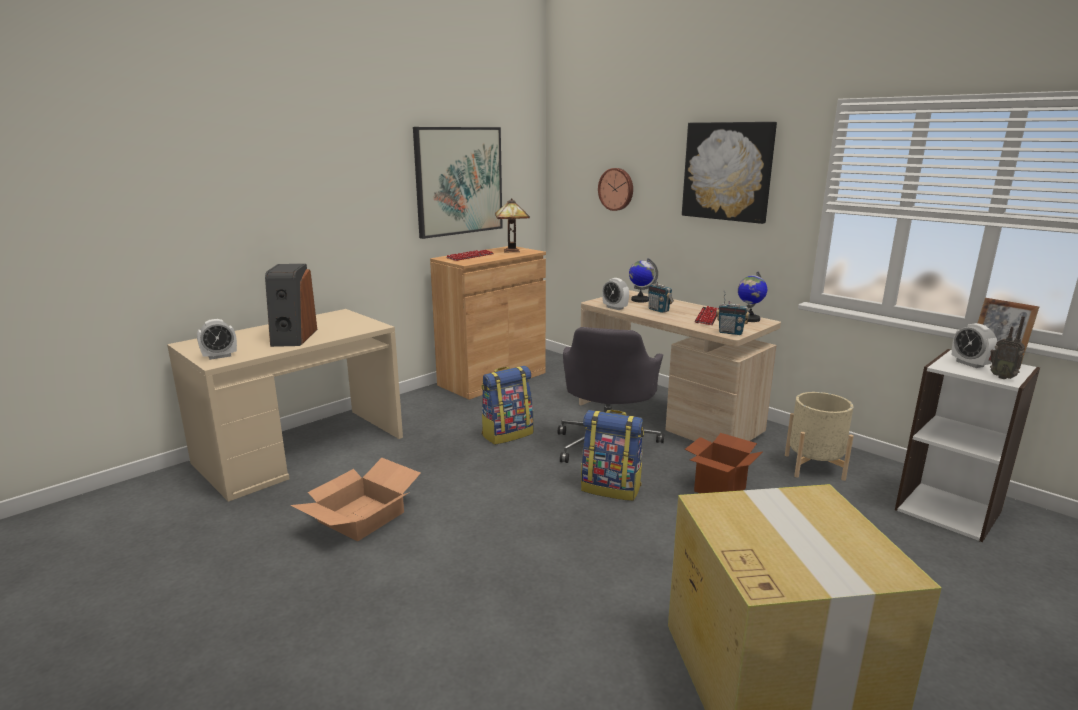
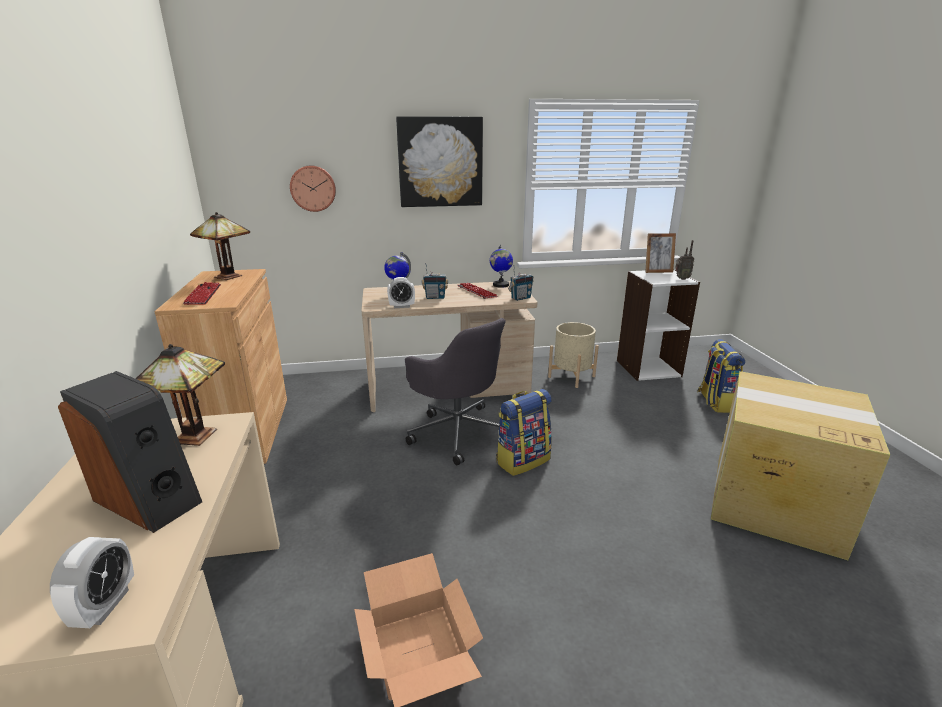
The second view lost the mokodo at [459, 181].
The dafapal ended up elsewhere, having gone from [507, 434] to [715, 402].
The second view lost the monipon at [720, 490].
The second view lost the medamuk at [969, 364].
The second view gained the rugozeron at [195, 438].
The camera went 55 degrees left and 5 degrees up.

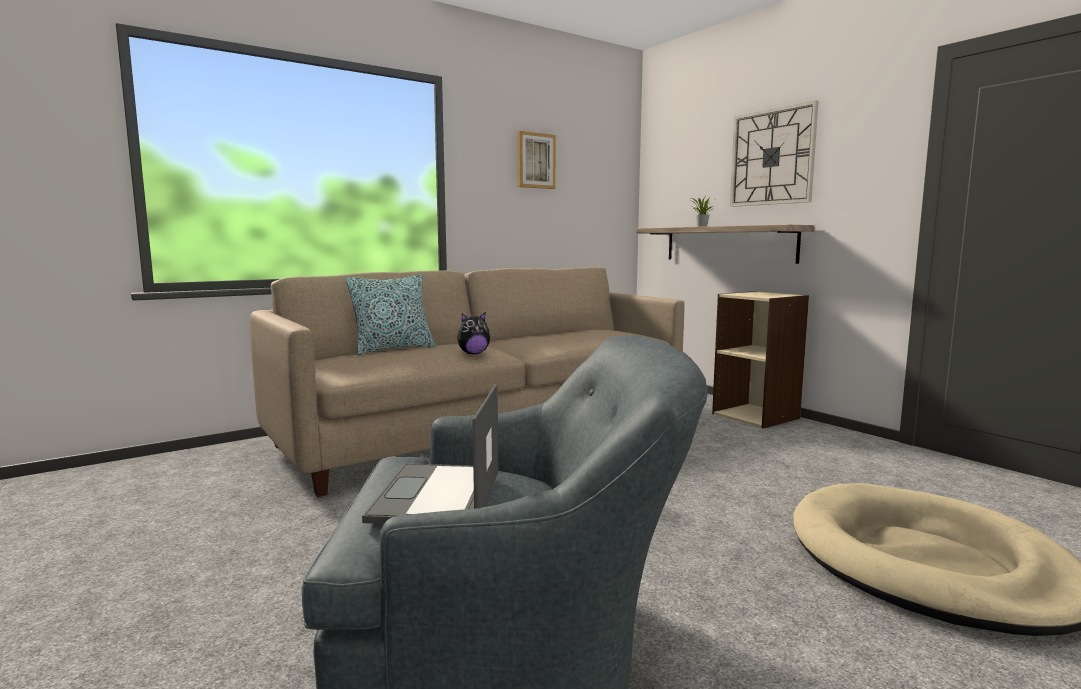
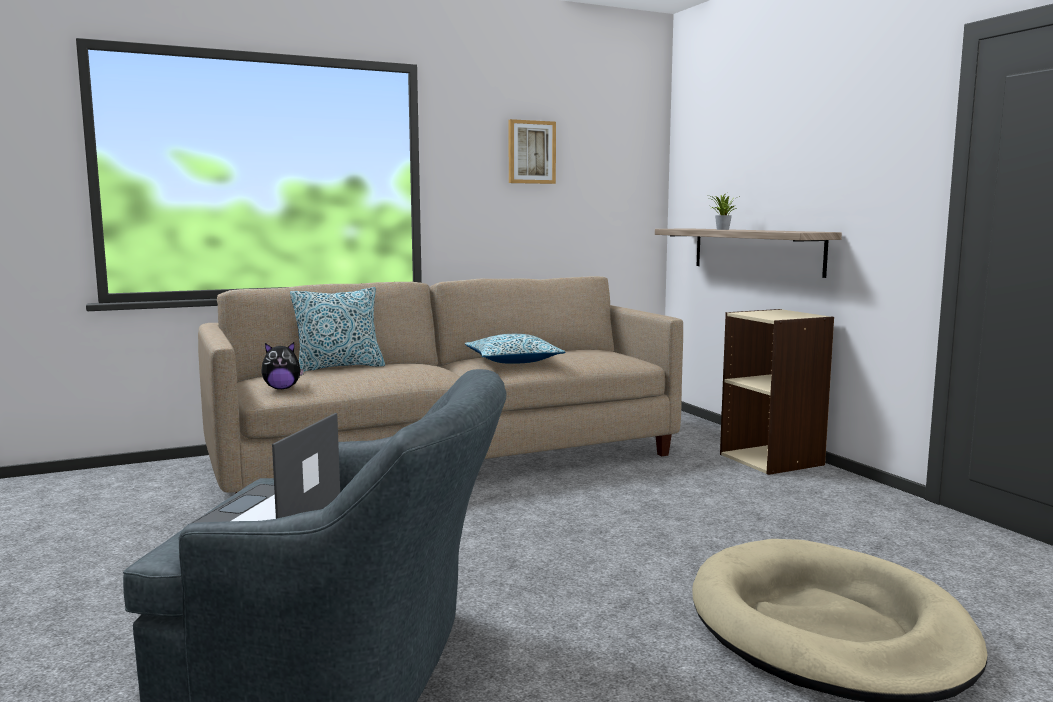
The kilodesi ended up elsewhere, having gone from [473, 353] to [282, 388].
The second view lost the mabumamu at [772, 157].
The second view gained the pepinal at [513, 361].
The camera went 10 degrees right and 0 degrees up.

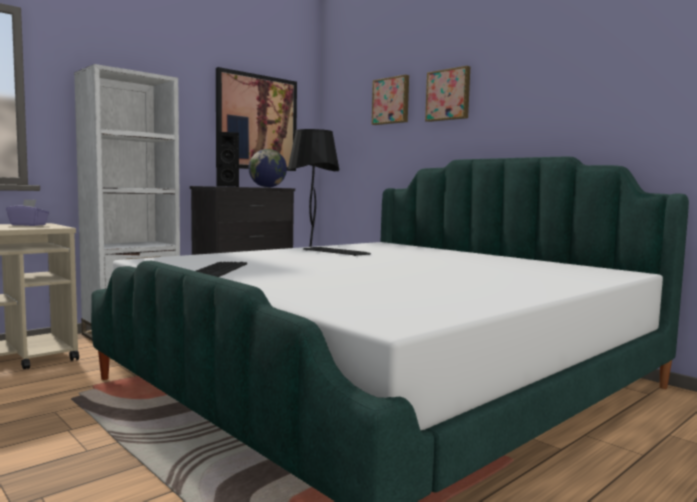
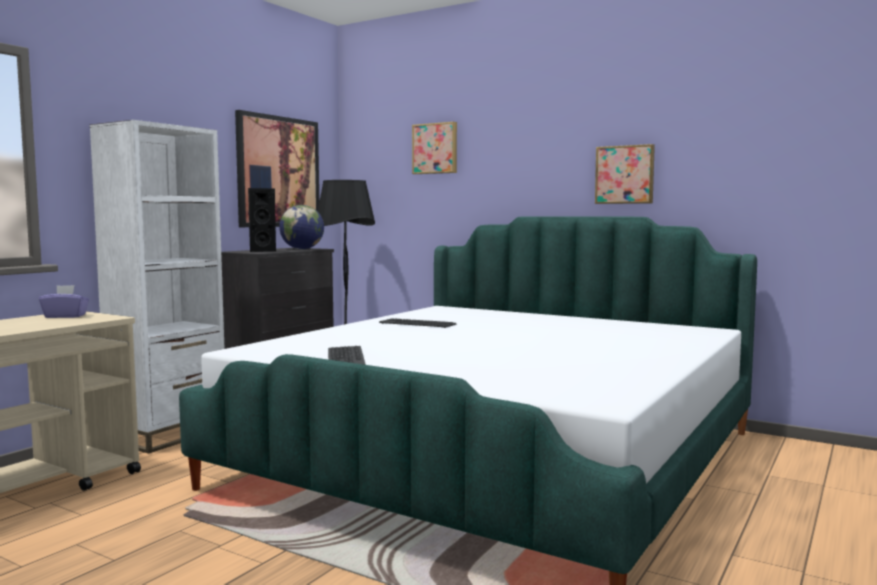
The mokodo ended up elsewhere, having gone from [448, 95] to [625, 175].
The camera went 15 degrees left and 0 degrees up.

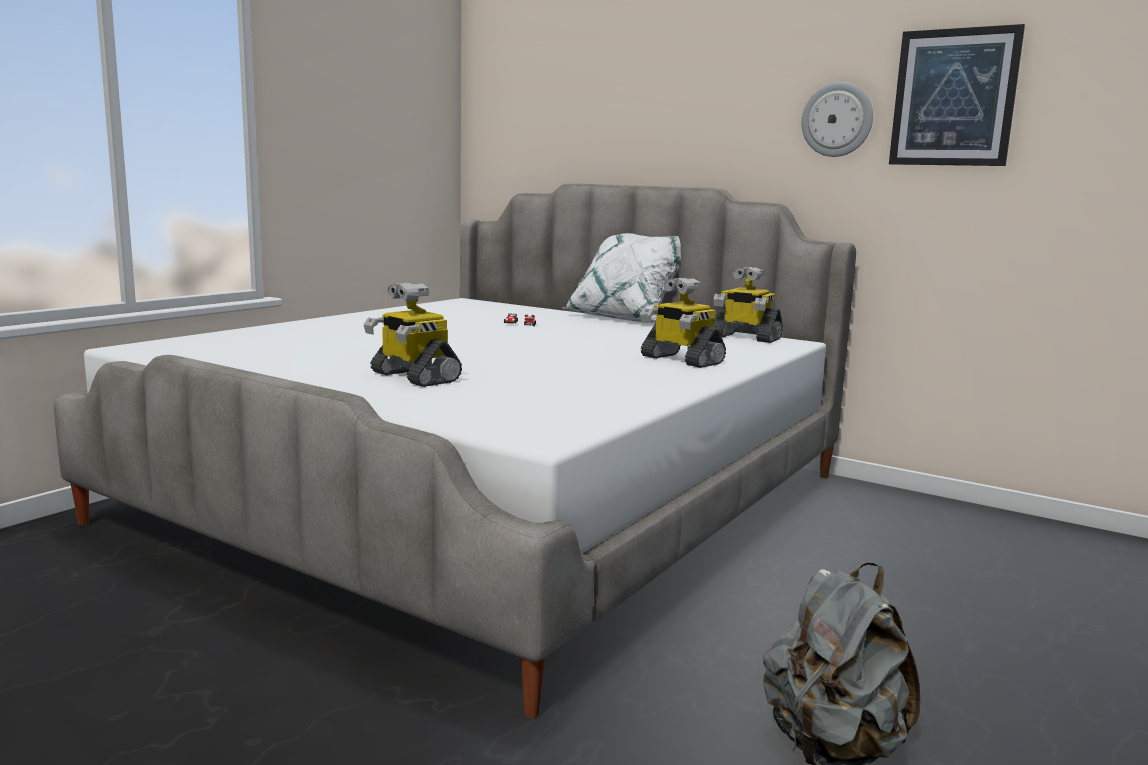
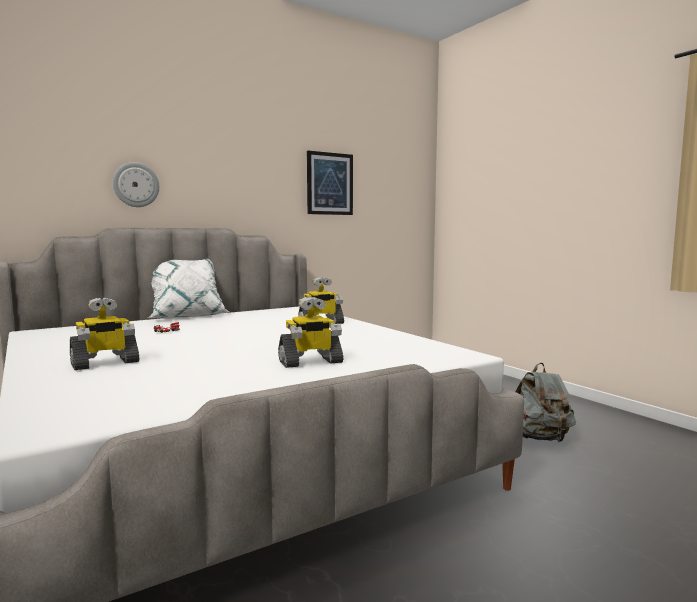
The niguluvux ended up elsewhere, having gone from [744, 337] to [105, 363].
The mabumamu ended up elsewhere, having gone from [837, 120] to [136, 185].
The camera went 65 degrees left and 5 degrees down.

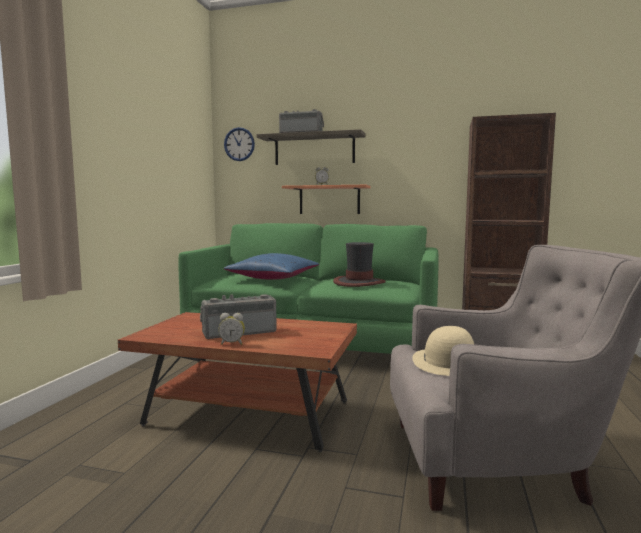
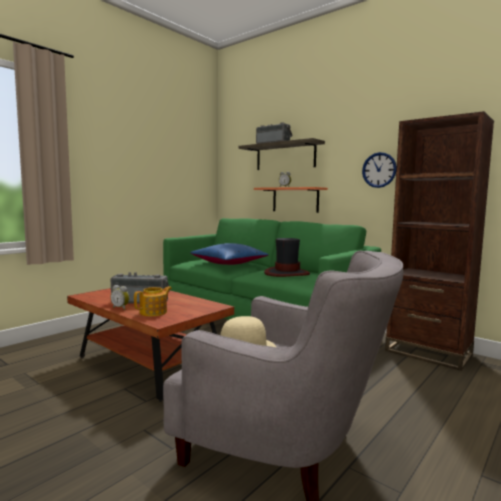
The mabumamu ended up elsewhere, having gone from [239, 144] to [379, 170].
The second view gained the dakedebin at [154, 312].
The camera went 25 degrees right and 0 degrees up.

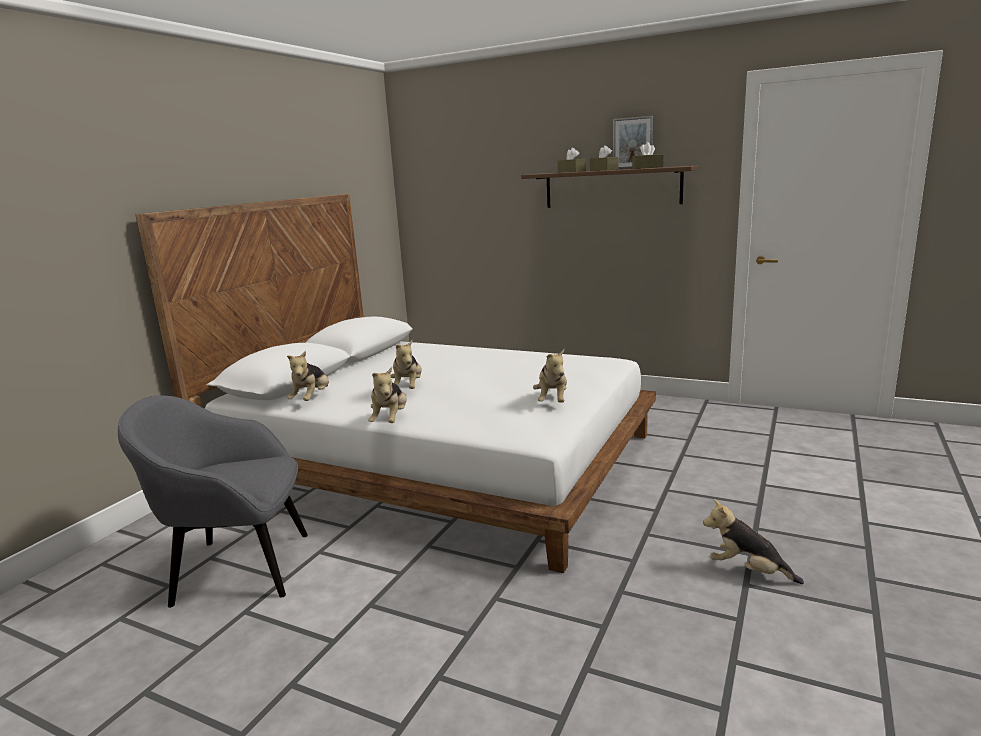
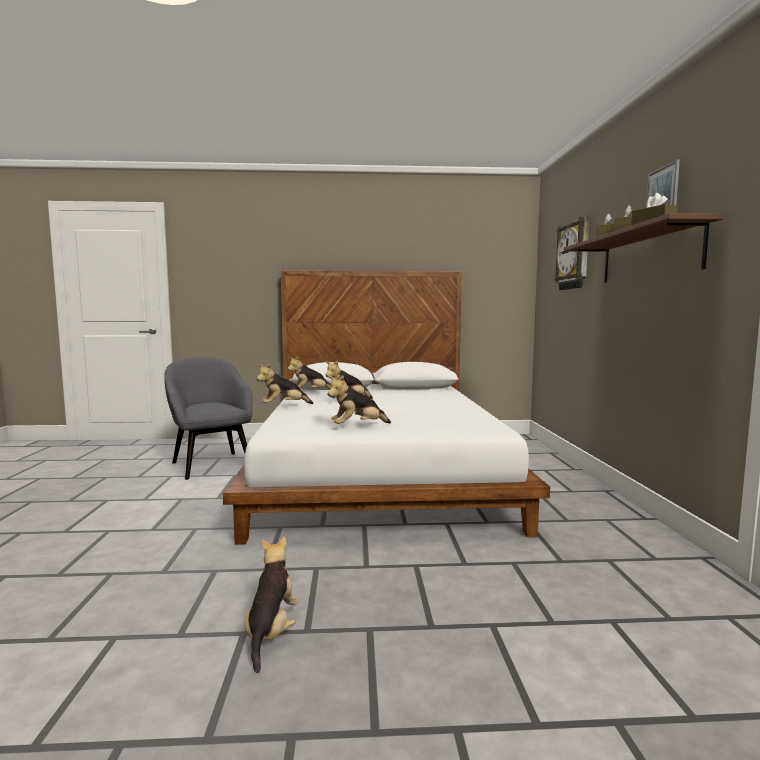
The second view gained the mabumamu at [574, 255].
The camera went 60 degrees right and 10 degrees down.

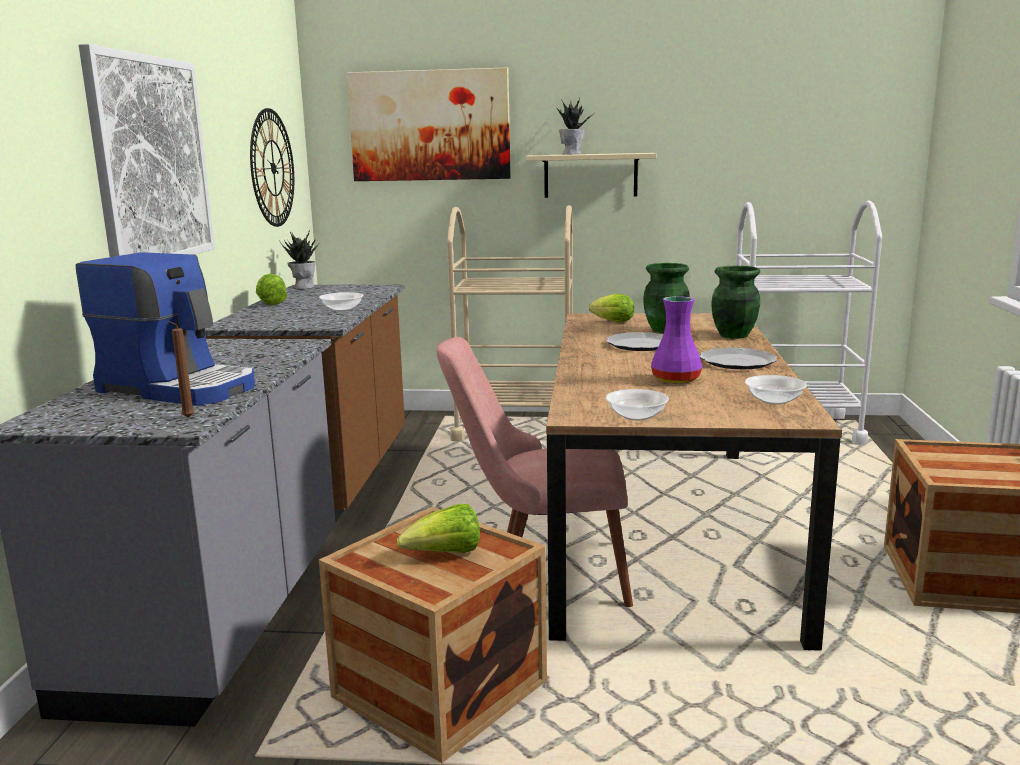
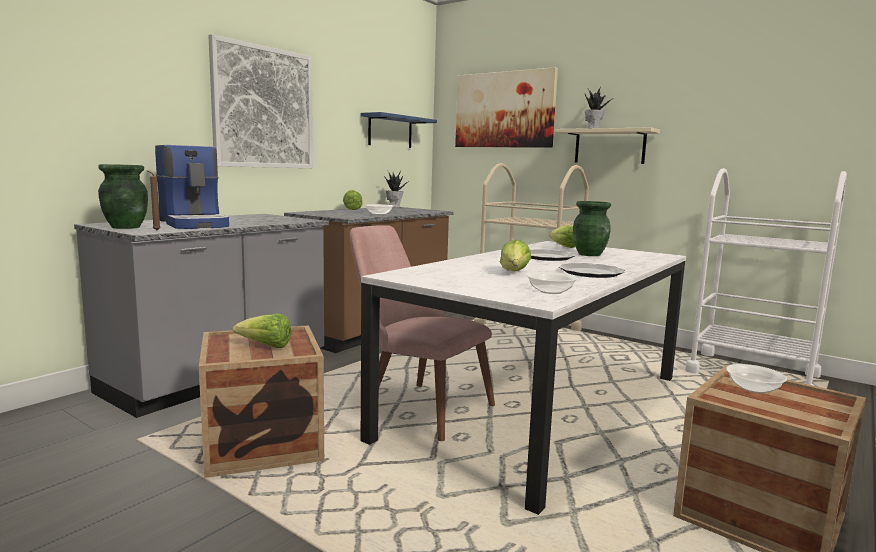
Where the mabumamu hung at [273, 168], the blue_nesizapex came to hang at [390, 131].
What was the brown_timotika at [664, 529] turned into the white_timotika at [539, 407].
The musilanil ended up elsewhere, having gone from [636, 416] to [753, 389].
Where the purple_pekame stood at [675, 379], the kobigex came to stand at [514, 273].
The green_pekame ended up elsewhere, having gone from [733, 335] to [125, 227].
The camera went 30 degrees right and 5 degrees down.

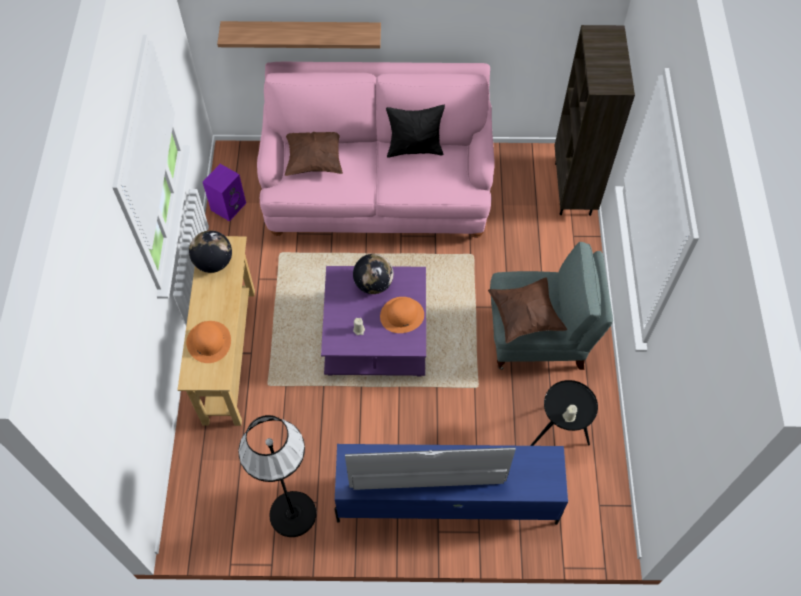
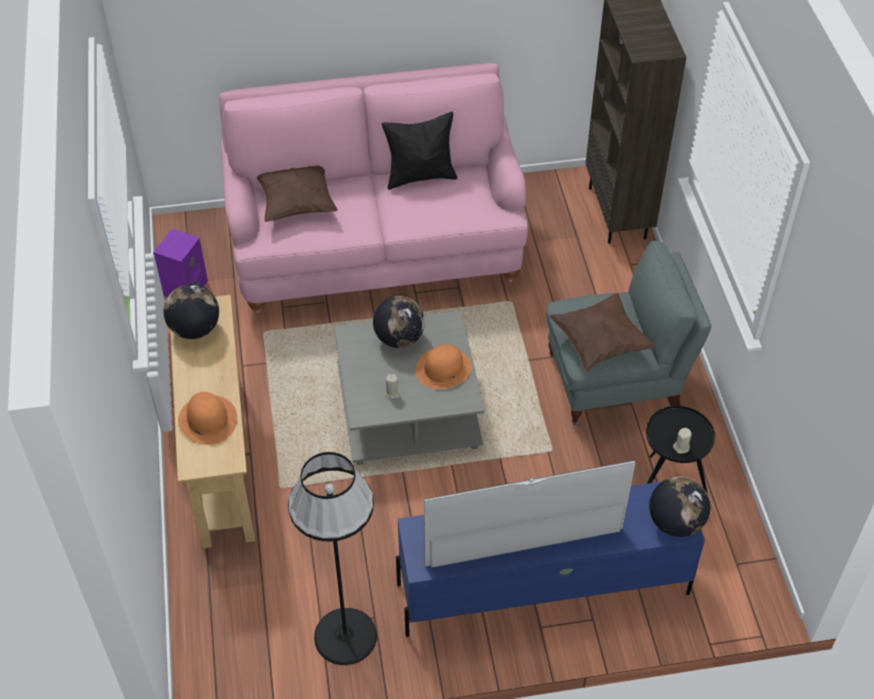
The second view lost the nesizapex at [302, 33].
What was the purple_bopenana at [377, 333] turned into the grey_bopenana at [409, 407].
The second view gained the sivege at [675, 522].
The camera went 10 degrees left and 10 degrees down.

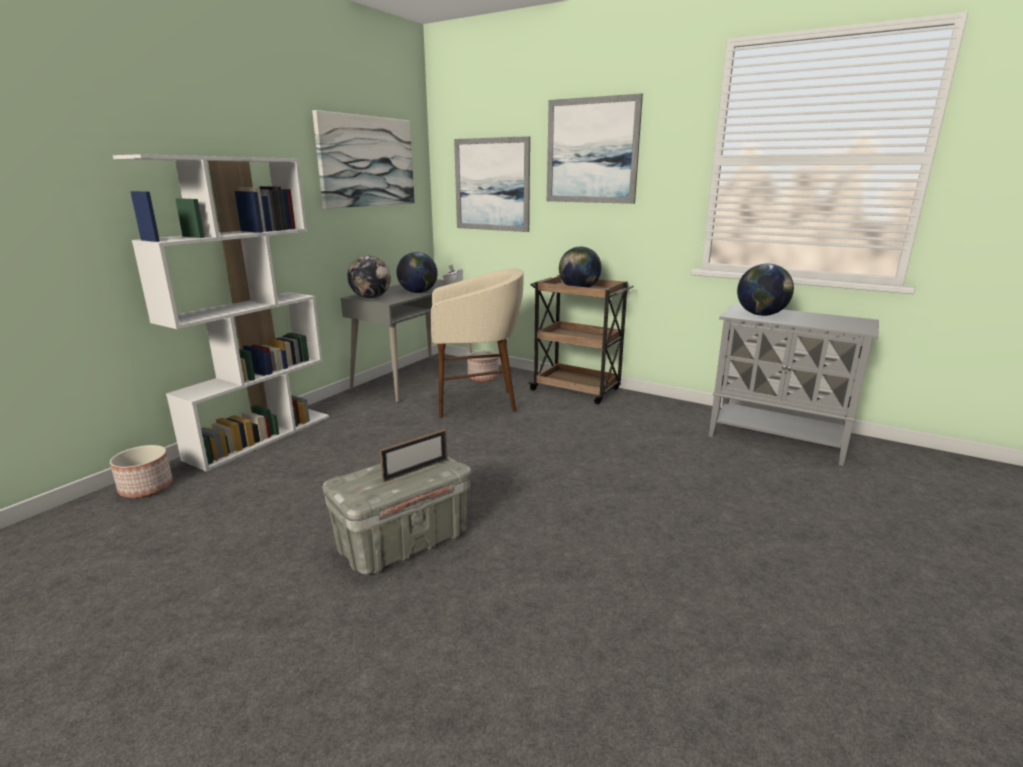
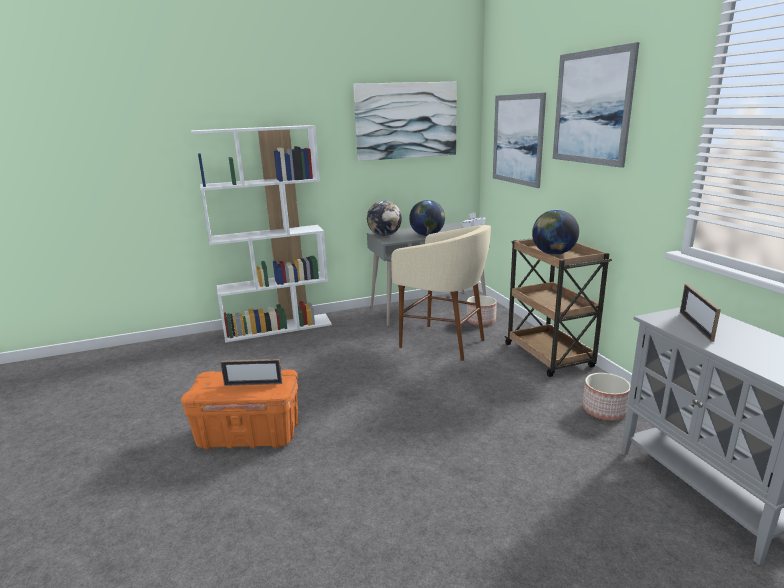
The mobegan ended up elsewhere, having gone from [146, 488] to [604, 411].
What was the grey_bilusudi at [404, 541] turned into the orange_bilusudi at [249, 435].
Where the sivege stood at [761, 315], the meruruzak came to stand at [695, 326].
The camera went 40 degrees right and 0 degrees up.

